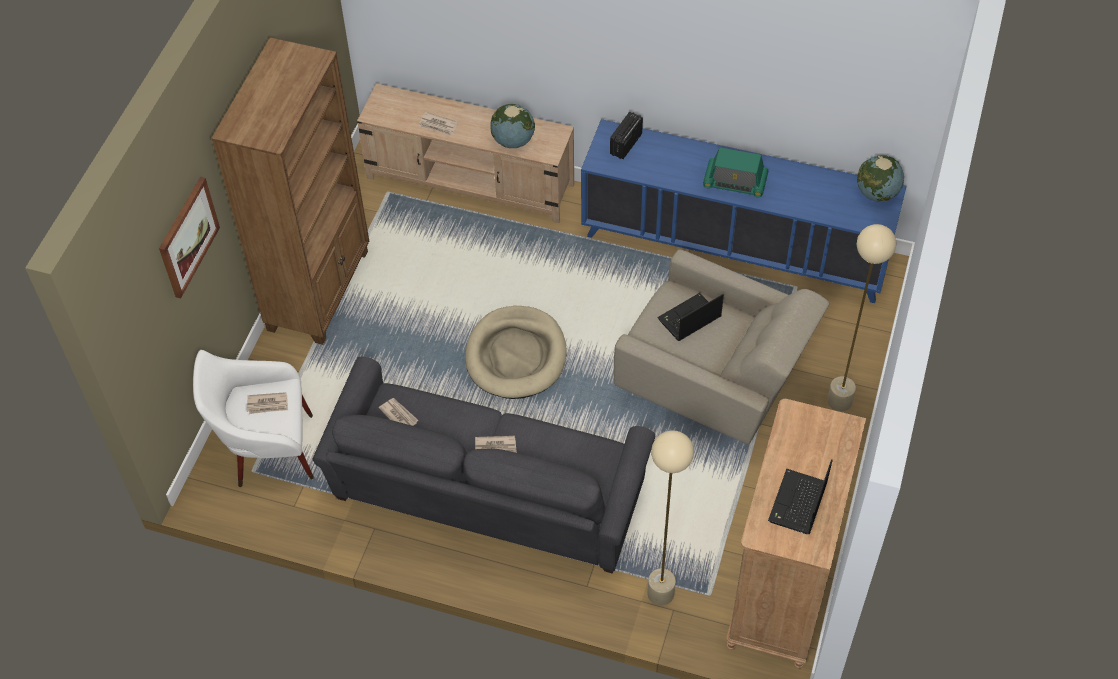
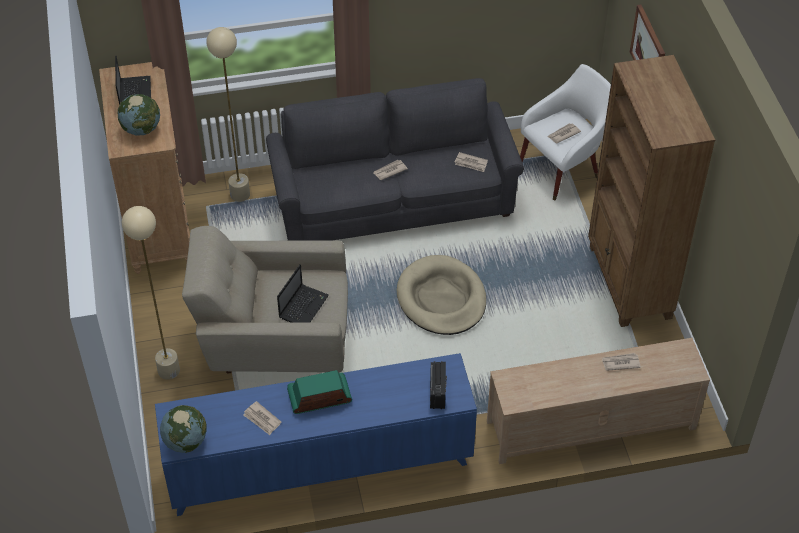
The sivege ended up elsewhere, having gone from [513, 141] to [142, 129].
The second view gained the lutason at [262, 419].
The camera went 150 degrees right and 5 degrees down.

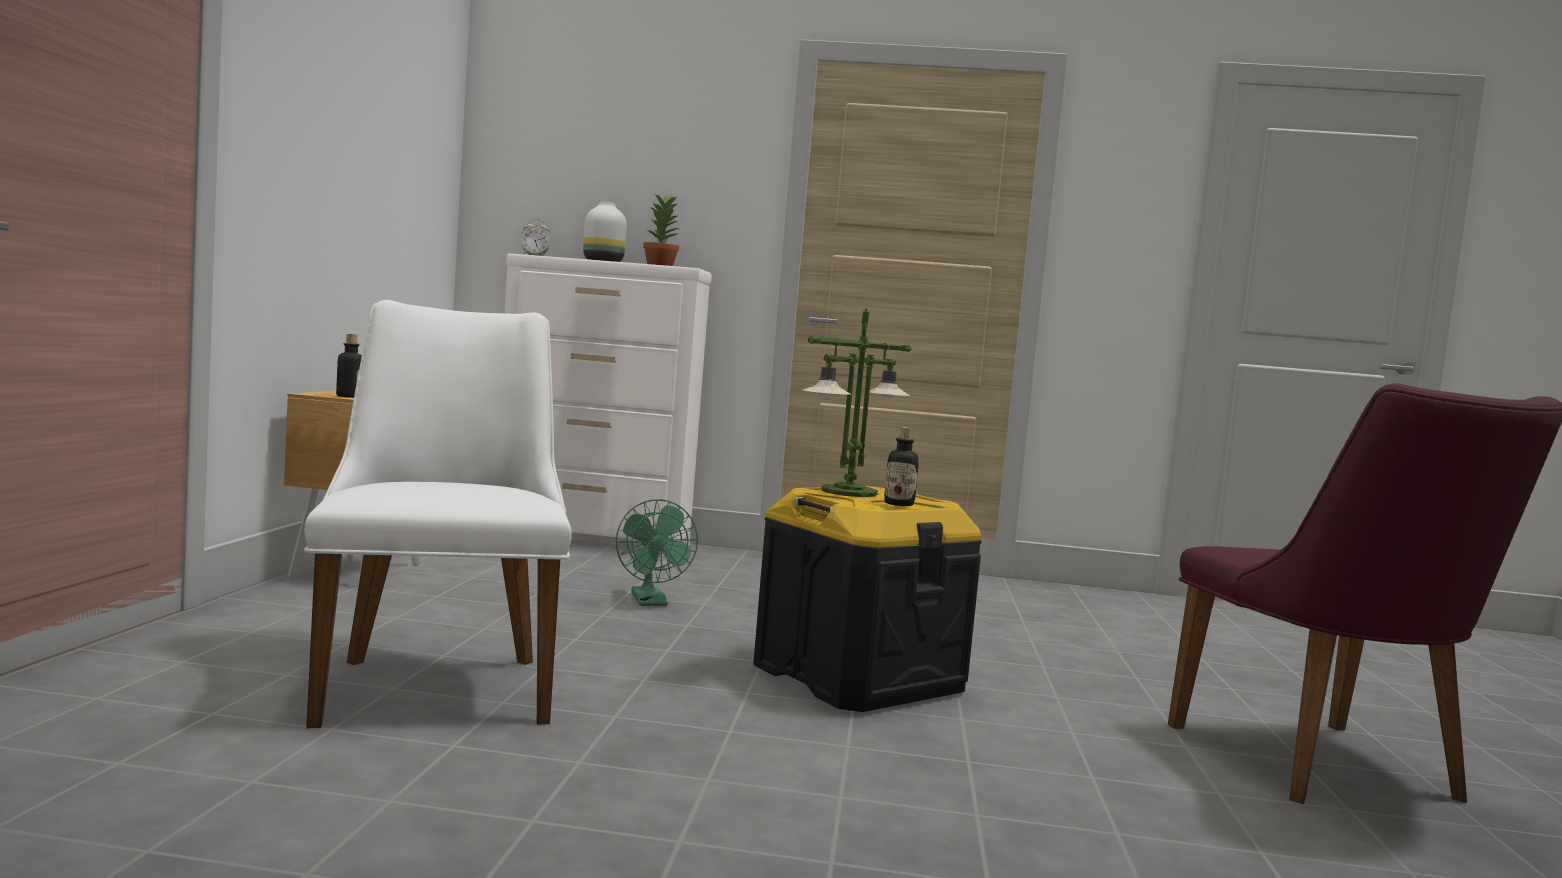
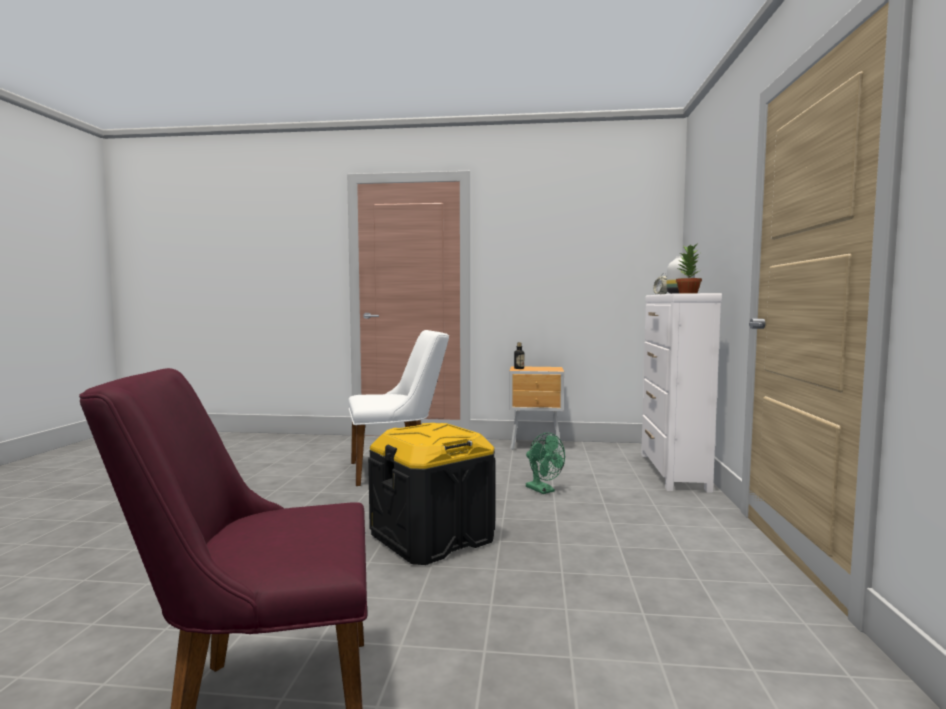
The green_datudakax at [651, 602] ended up facing another way, 105 degrees counterclockwise from before.
The second view lost the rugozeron at [849, 492].
The second view lost the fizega at [898, 504].
The camera went 90 degrees right and 0 degrees up.

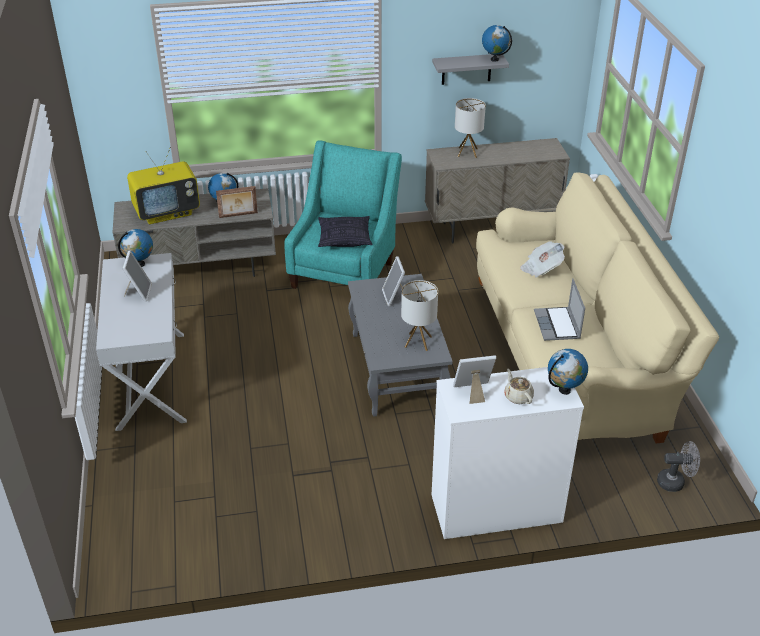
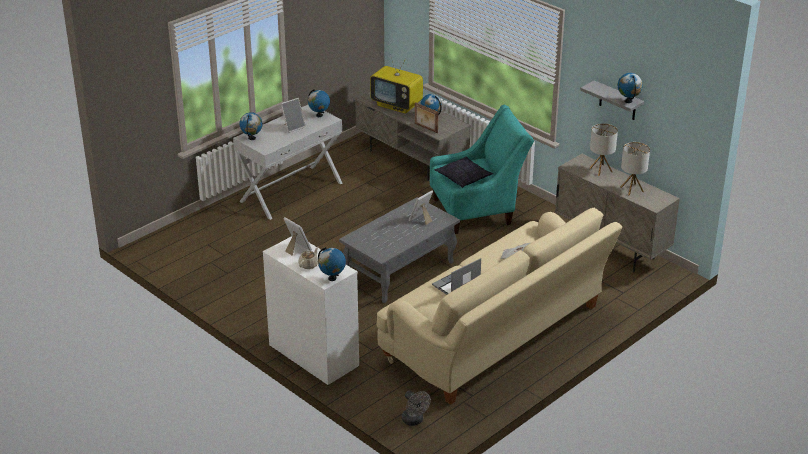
The rugozeron ended up elsewhere, having gone from [418, 341] to [632, 189].
The second view gained the sivege at [252, 138].
The camera went 55 degrees right and 5 degrees down.

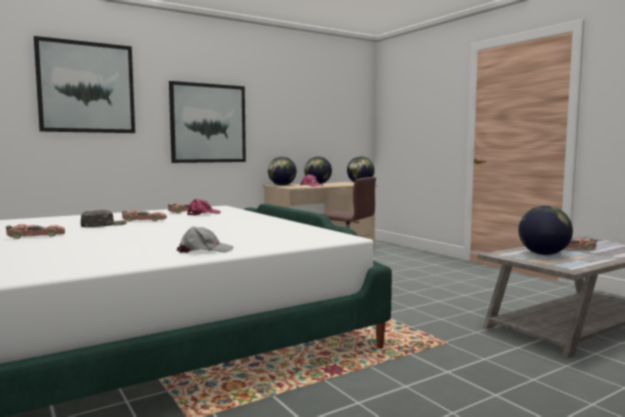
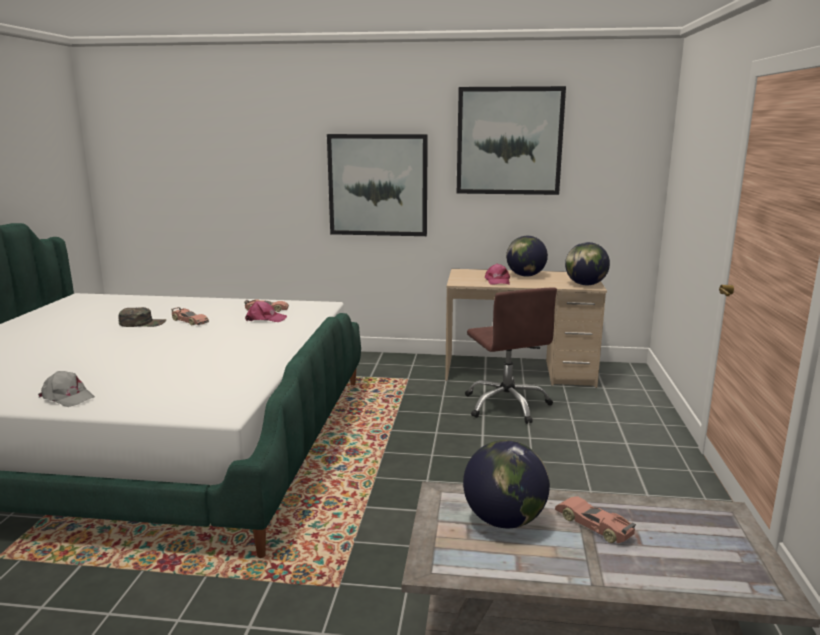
The second view lost the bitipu at [36, 236].
The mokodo ended up elsewhere, having gone from [86, 87] to [509, 141].
The second view lost the sivege at [282, 185].
The camera went 40 degrees right and 10 degrees up.

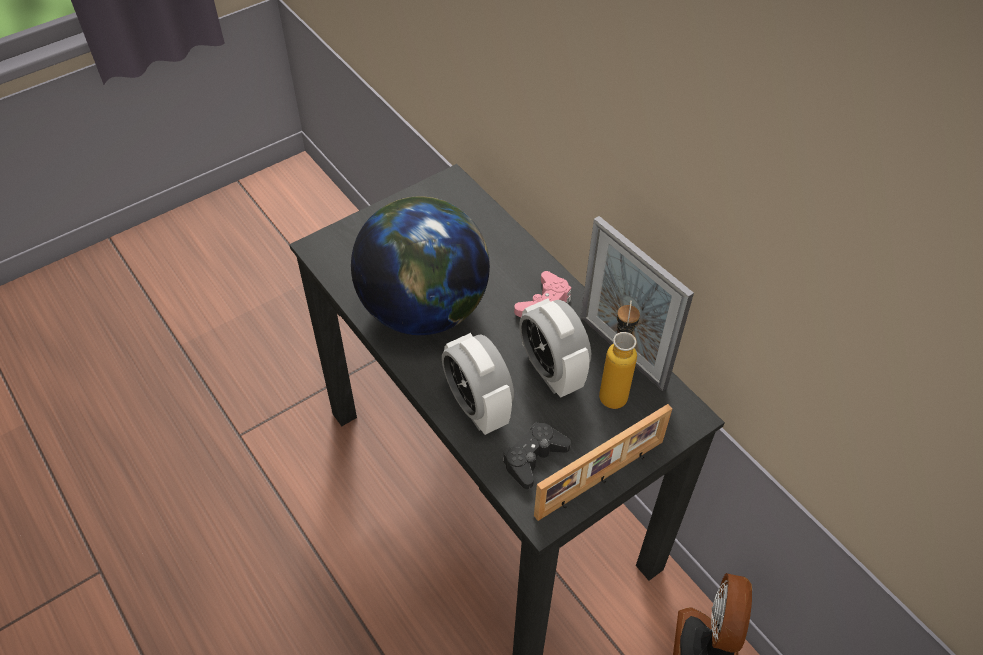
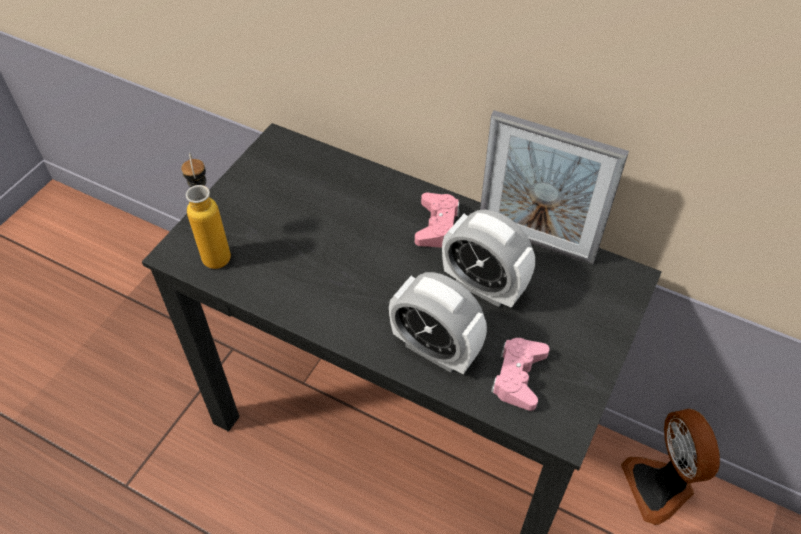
The second view lost the sivege at [424, 308].
What was the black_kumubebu at [533, 458] turned into the pink_kumubebu at [518, 377].
The second view lost the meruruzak at [601, 480].
The fizega ended up elsewhere, having gone from [614, 388] to [215, 250].
The camera went 25 degrees left and 0 degrees up.

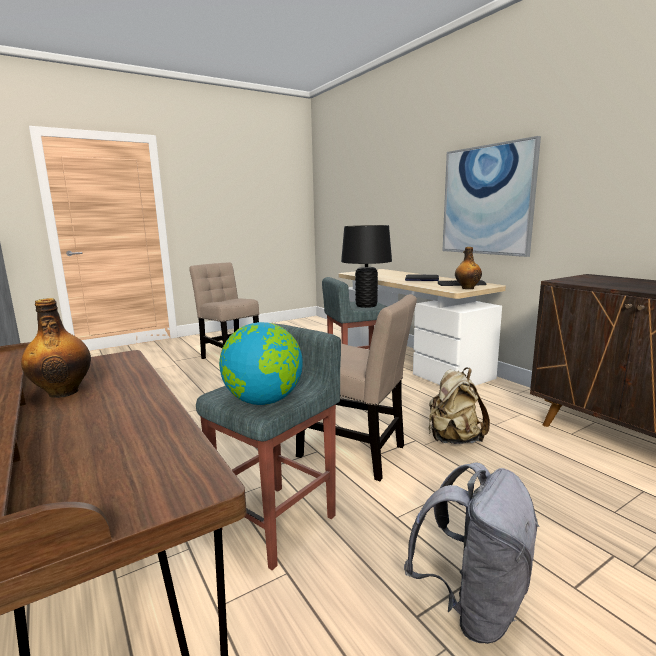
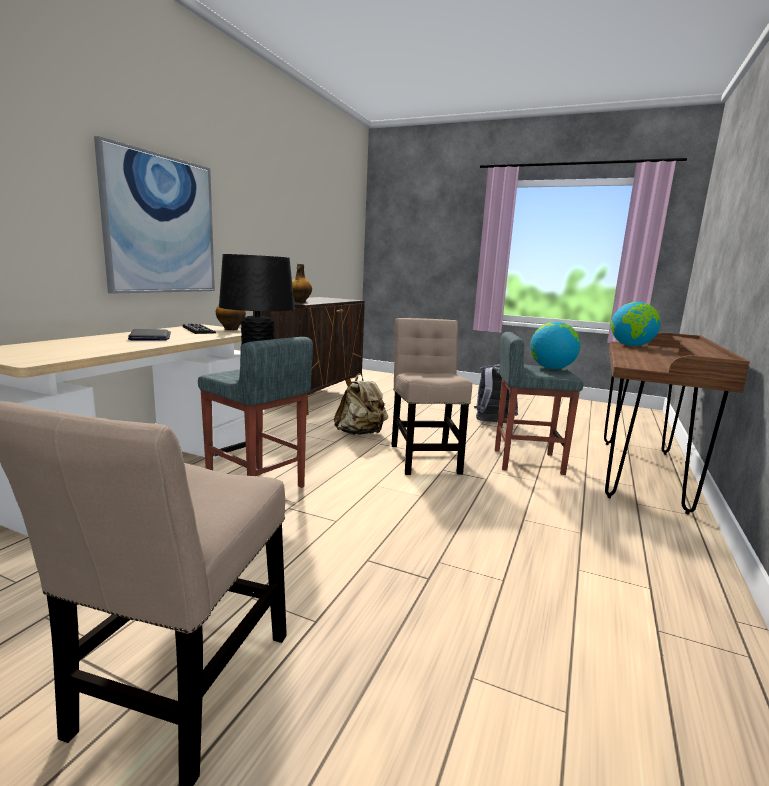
The fizega ended up elsewhere, having gone from [63, 392] to [300, 302].
The second view gained the sivege at [631, 346].
The camera went 125 degrees left and 0 degrees up.

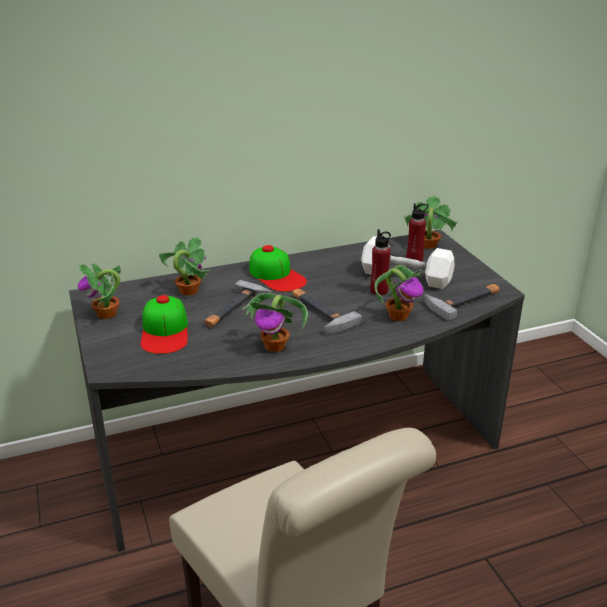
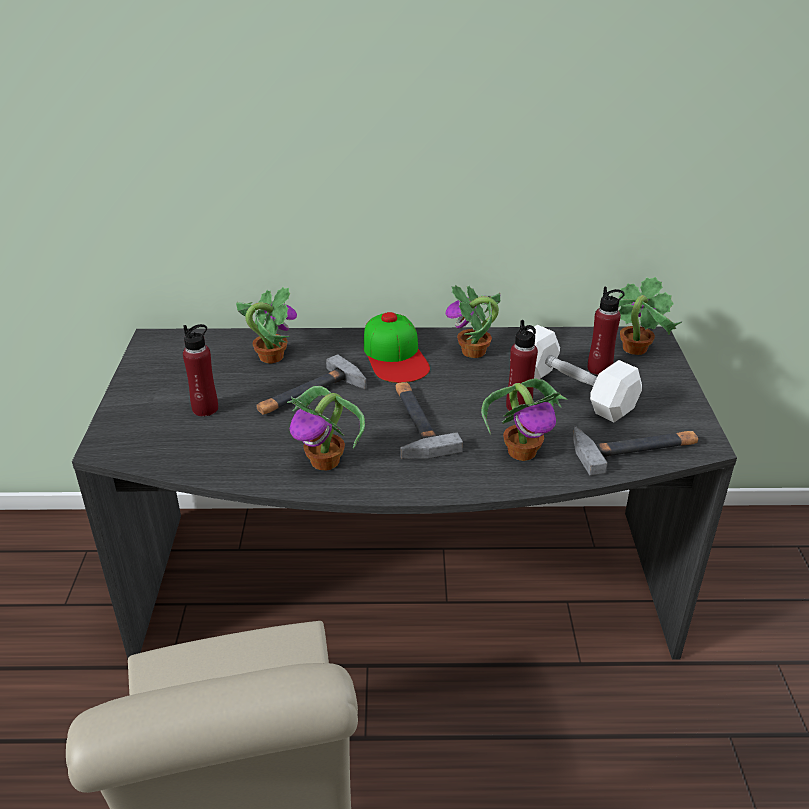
The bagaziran ended up elsewhere, having gone from [107, 314] to [473, 352].
Where the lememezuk stood at [165, 331], the red_fizega came to stand at [205, 409].
The camera went 20 degrees right and 5 degrees up.

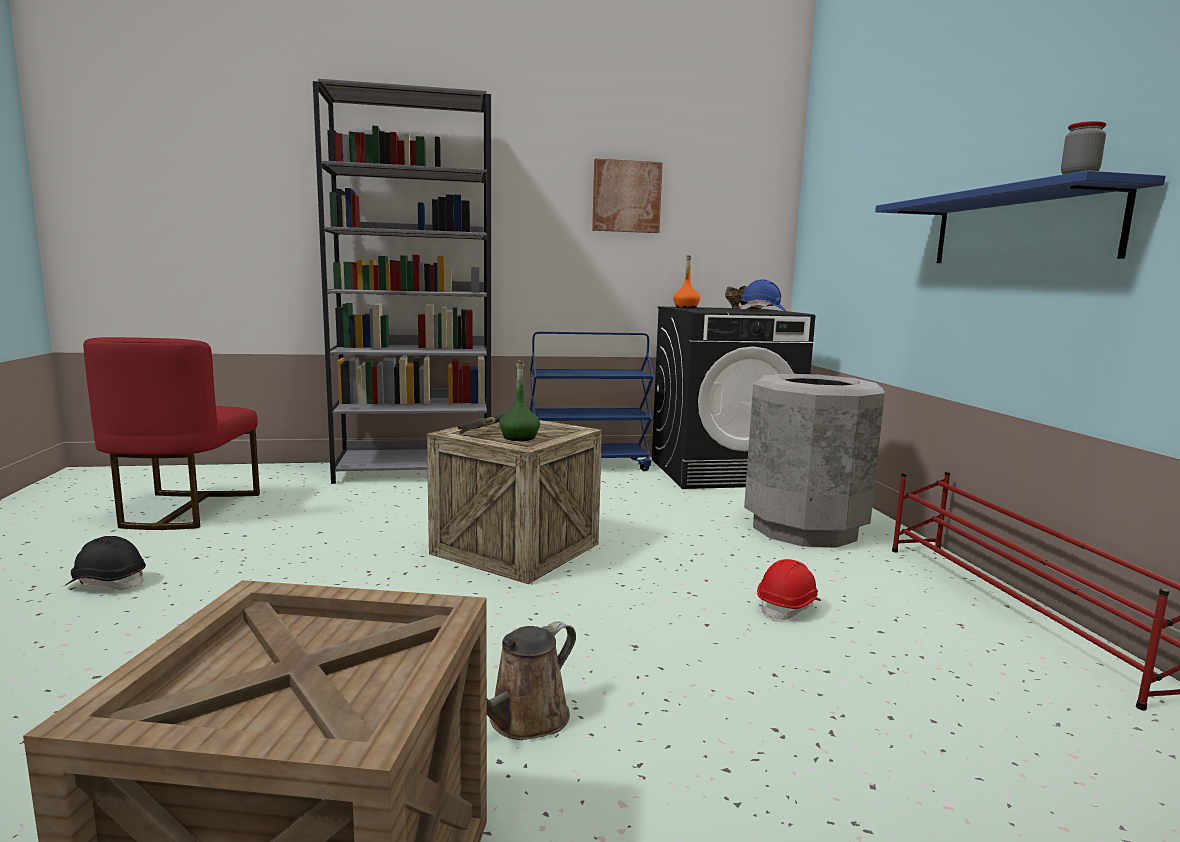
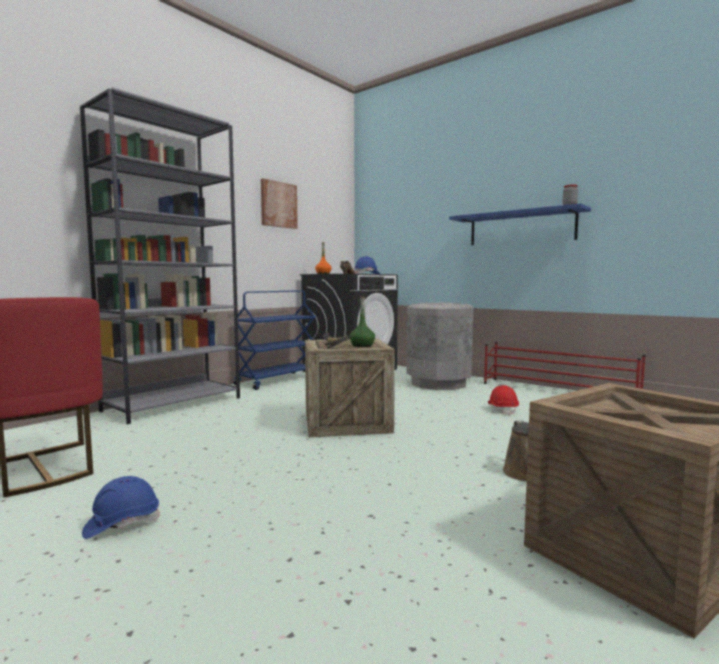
What was the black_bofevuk at [107, 583] turned into the blue_bofevuk at [122, 524].
The camera went 40 degrees left and 5 degrees down.

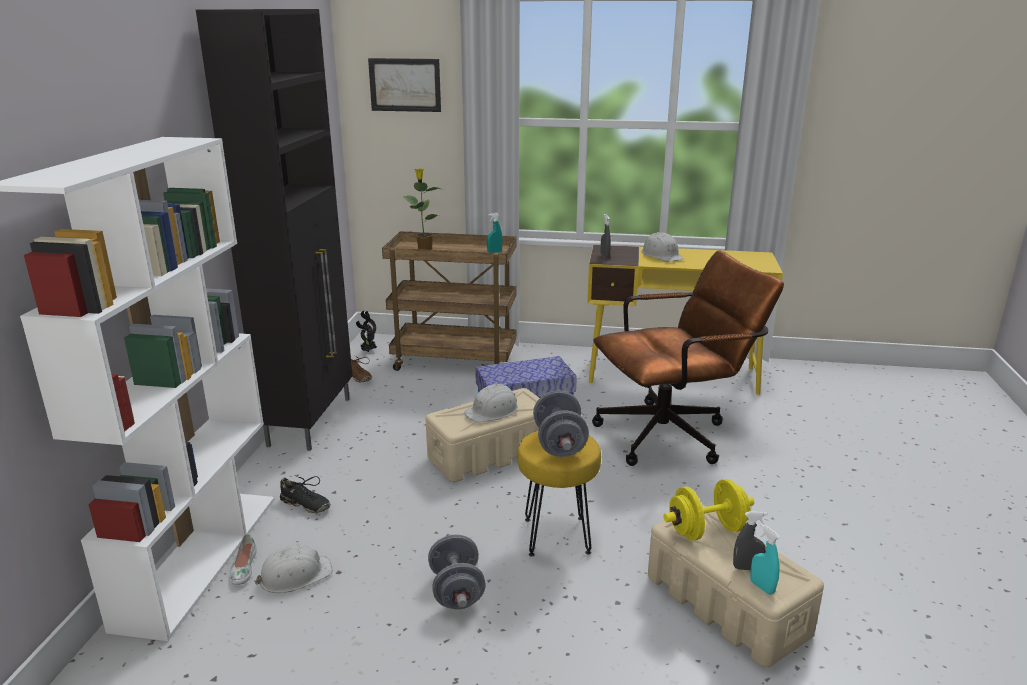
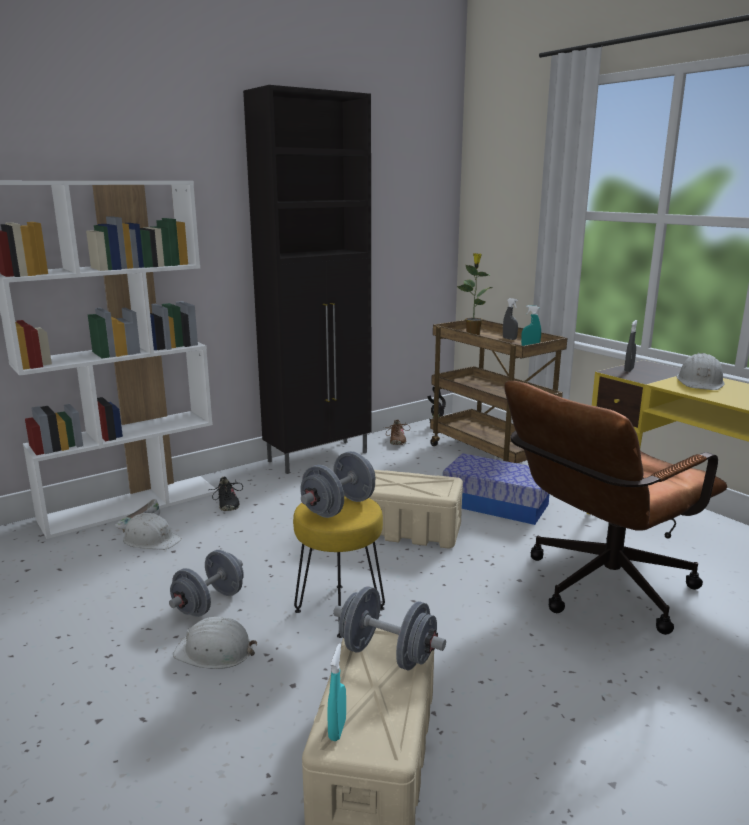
The second view lost the mokodo at [405, 85].
The white_bofevuk ended up elsewhere, having gone from [492, 411] to [215, 651].
The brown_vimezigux at [673, 434] ended up facing another way, 120 degrees clockwise from before.
What was the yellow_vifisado at [706, 530] turned into the grey_vifisado at [387, 654].
The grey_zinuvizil ended up elsewhere, having gone from [747, 568] to [509, 339].
The camera went 45 degrees right and 5 degrees down.

